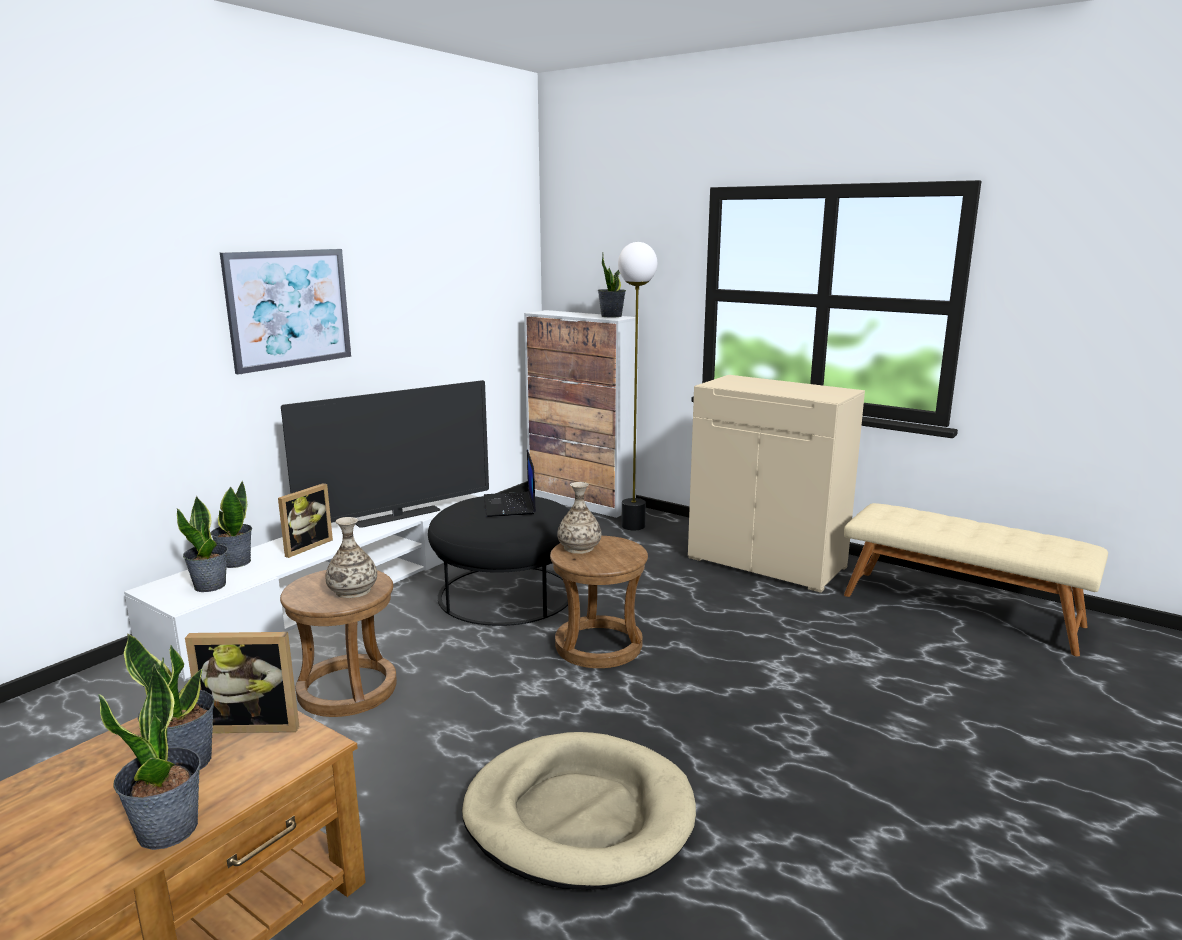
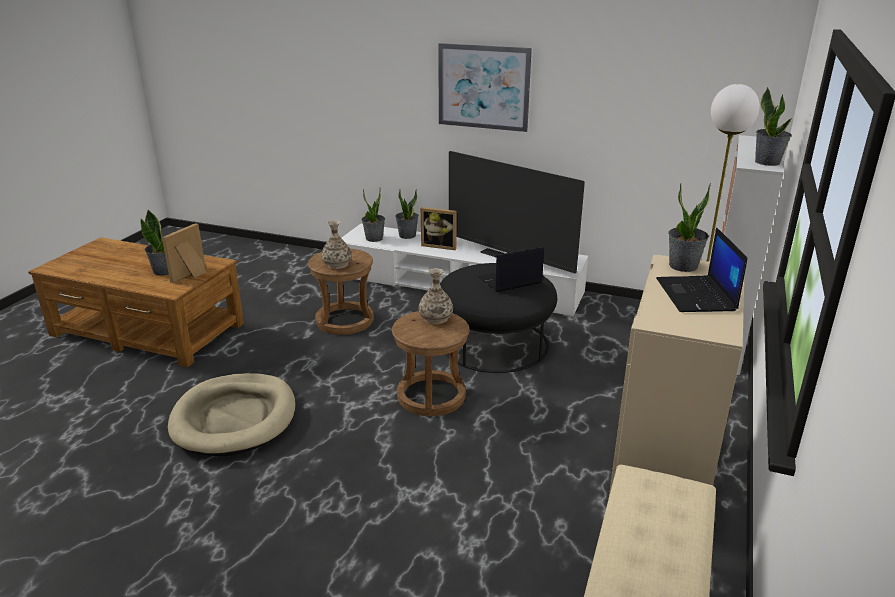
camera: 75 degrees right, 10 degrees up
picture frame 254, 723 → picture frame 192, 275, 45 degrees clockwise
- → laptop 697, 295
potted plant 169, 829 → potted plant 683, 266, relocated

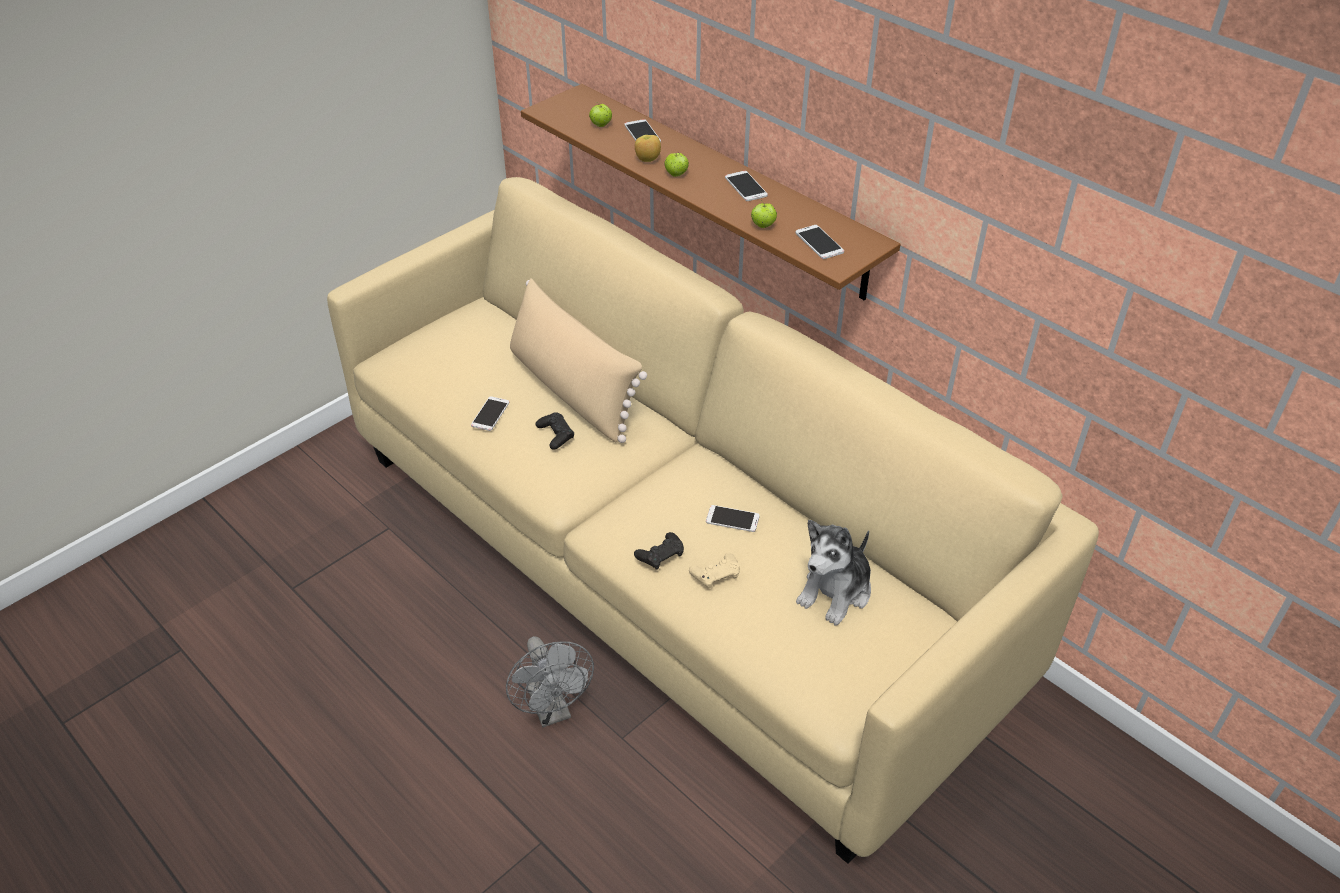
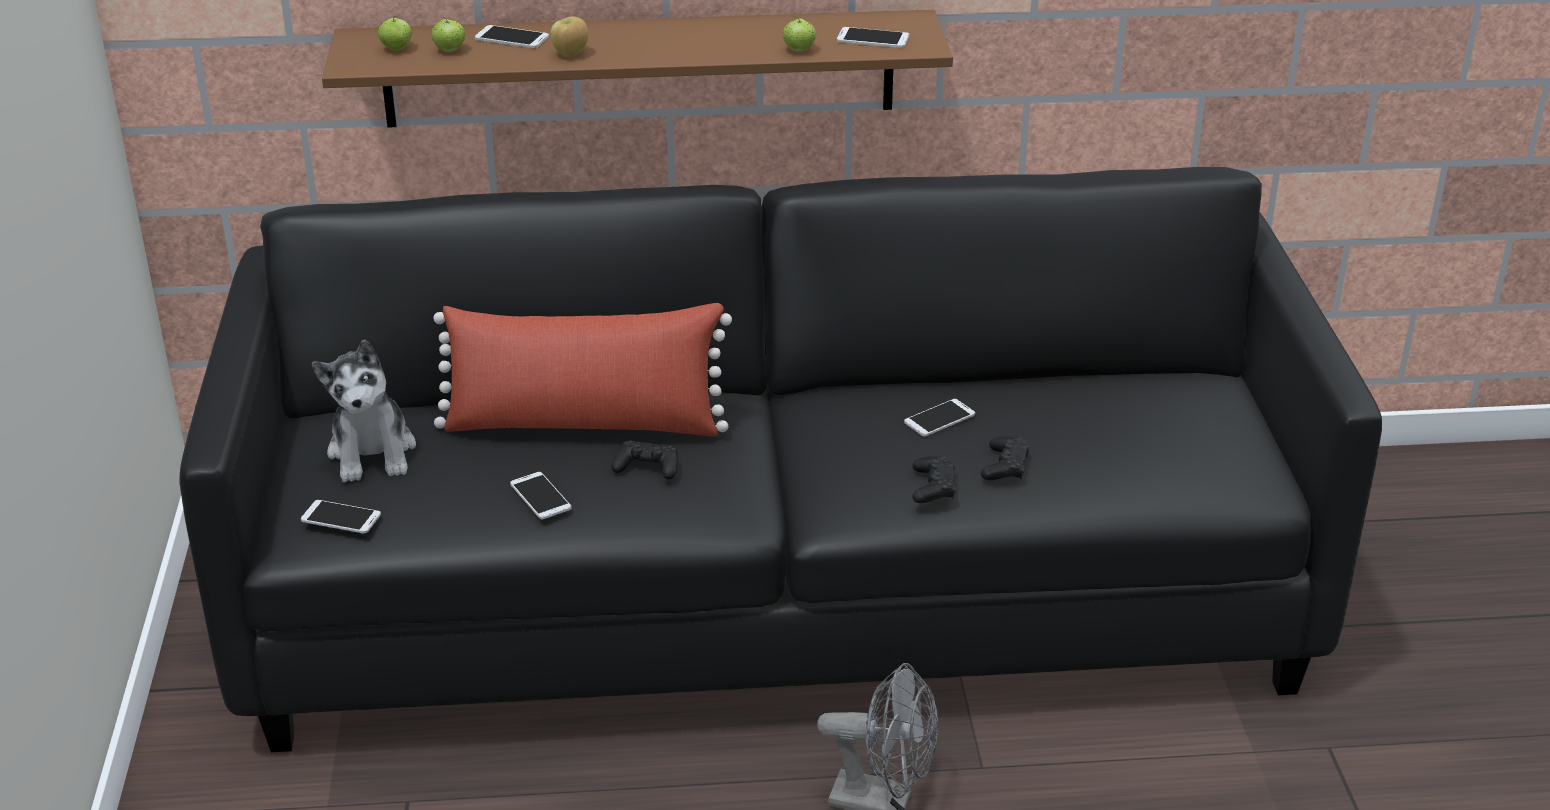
camera: 50 degrees left, 10 degrees down
sofa (beige) 671, 562 → sofa (black) 776, 598
phone 746, 186 → phone 341, 517, relocated
plush toy 836, 592 → plush toy 372, 452, relocated
apple 676, 174 → apple 396, 49, relocated
pillow (beige) 572, 390 → pillow (red) 584, 424
game controller (beige) 716, 574 → game controller (black) 1005, 466

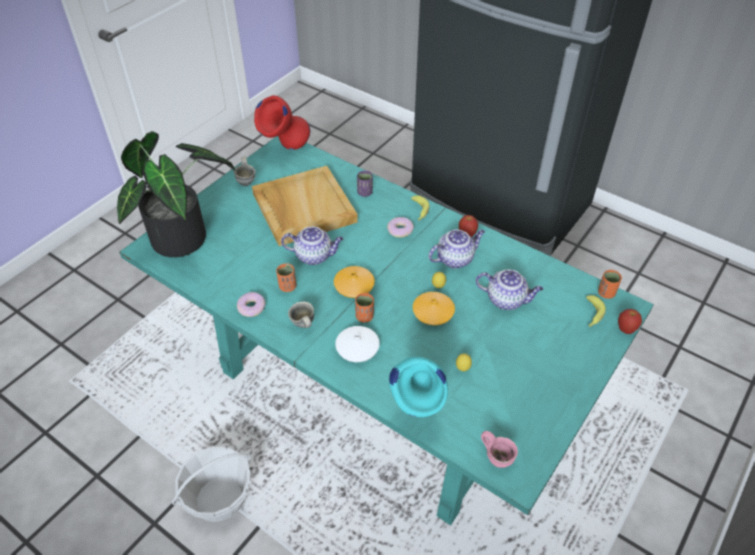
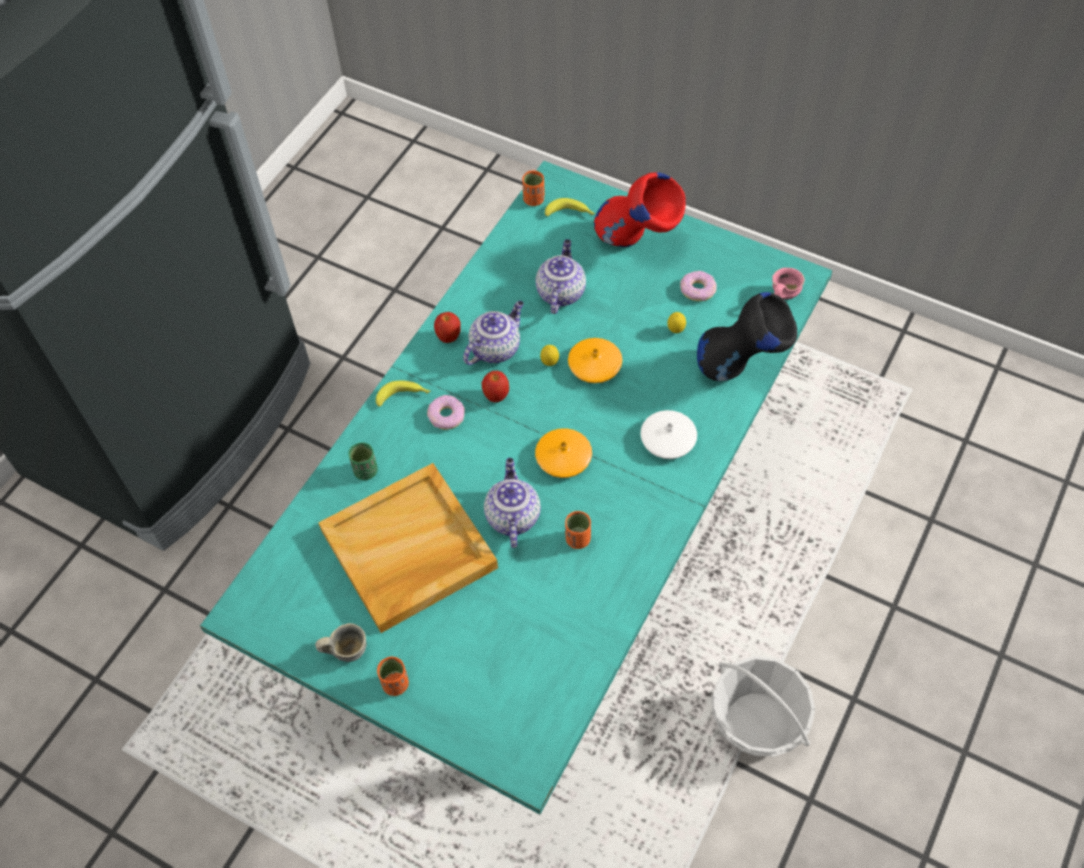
camera: 95 degrees left, 10 degrees up
cup (purple) 365, 192 → cup (green) 366, 471
cup (orange) 364, 316 → cup (orange) 395, 684, relocated
teapot 455, 258 → teapot 495, 348, 75 degrees clockwise
apple 625, 330 → apple 496, 396, relocated
vase (red) 285, 150 → vase (red) 638, 244, relocated
donut 252, 307 → donut 697, 290, relocated
vase (turquoise) 419, 409 → vase (black) 741, 368
potted plant 186, 239 → -
mug (grey) 302, 325 → -

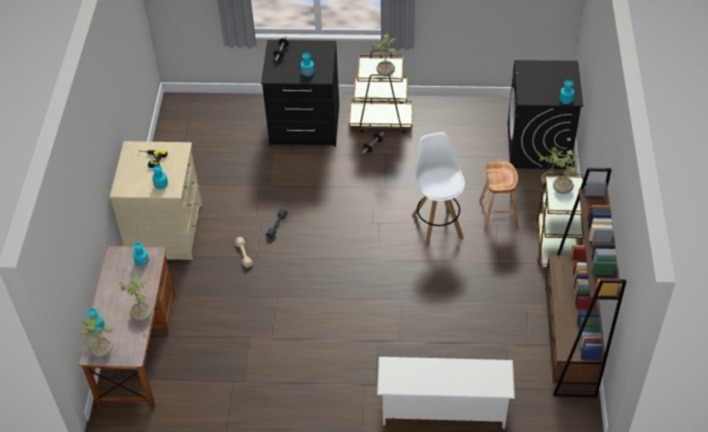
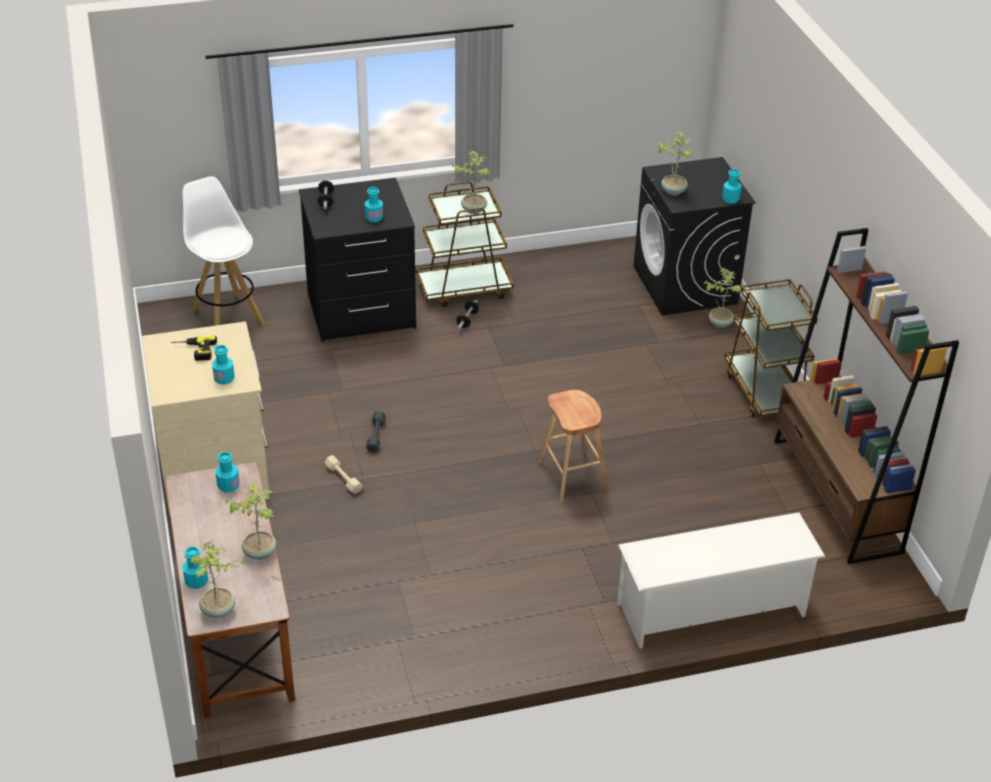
camera: 20 degrees left, 10 degrees down
stool (white) 437, 225 → stool (white) 227, 316, relocated
stool (brown) 498, 214 → stool (brown) 572, 476, relocated
potted plant 562, 189 → potted plant 673, 191, relocated

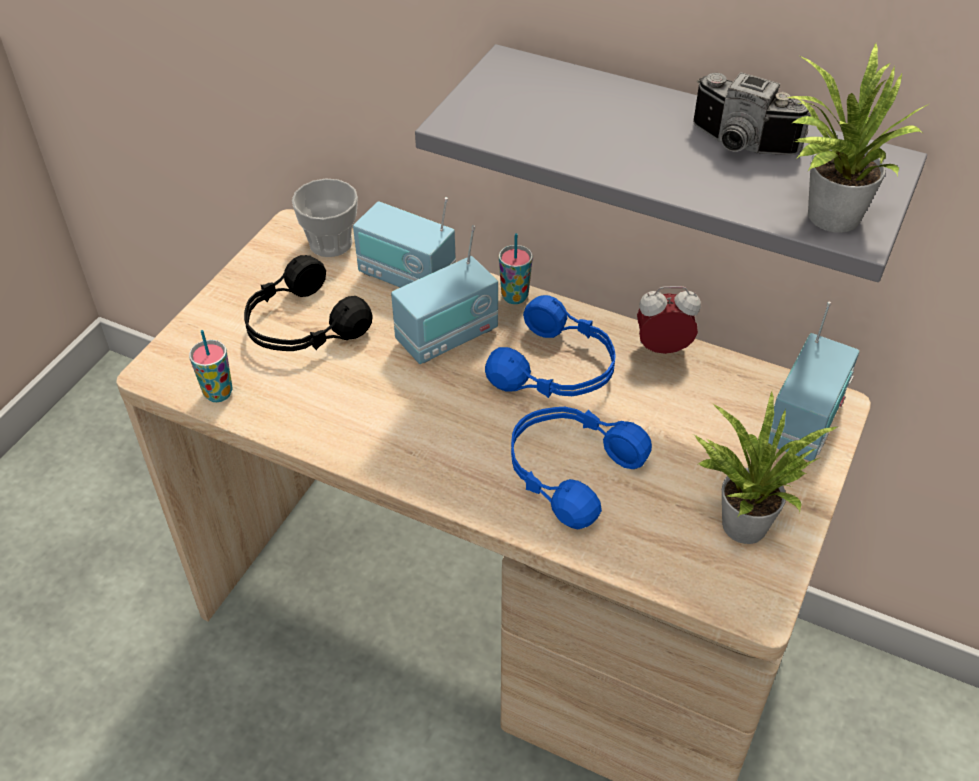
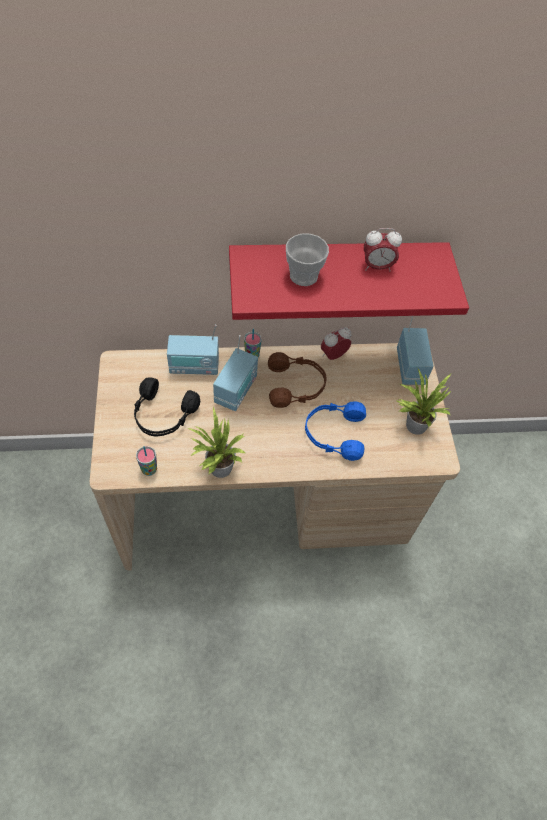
camera: 35 degrees left, 10 degrees up
potted plant 826, 215 → potted plant 217, 469, relocated
shelf (grey) 688, 159 → shelf (red) 335, 271
headphones (blue) 557, 369 → headphones (brown) 296, 386
cup 330, 243 → cup 303, 276, relocated
photo camera 739, 146 → alarm clock 377, 267

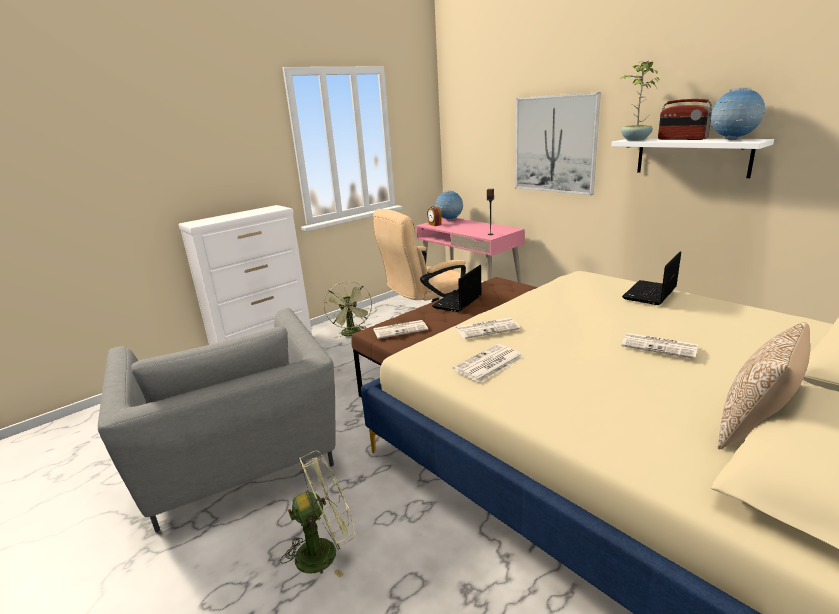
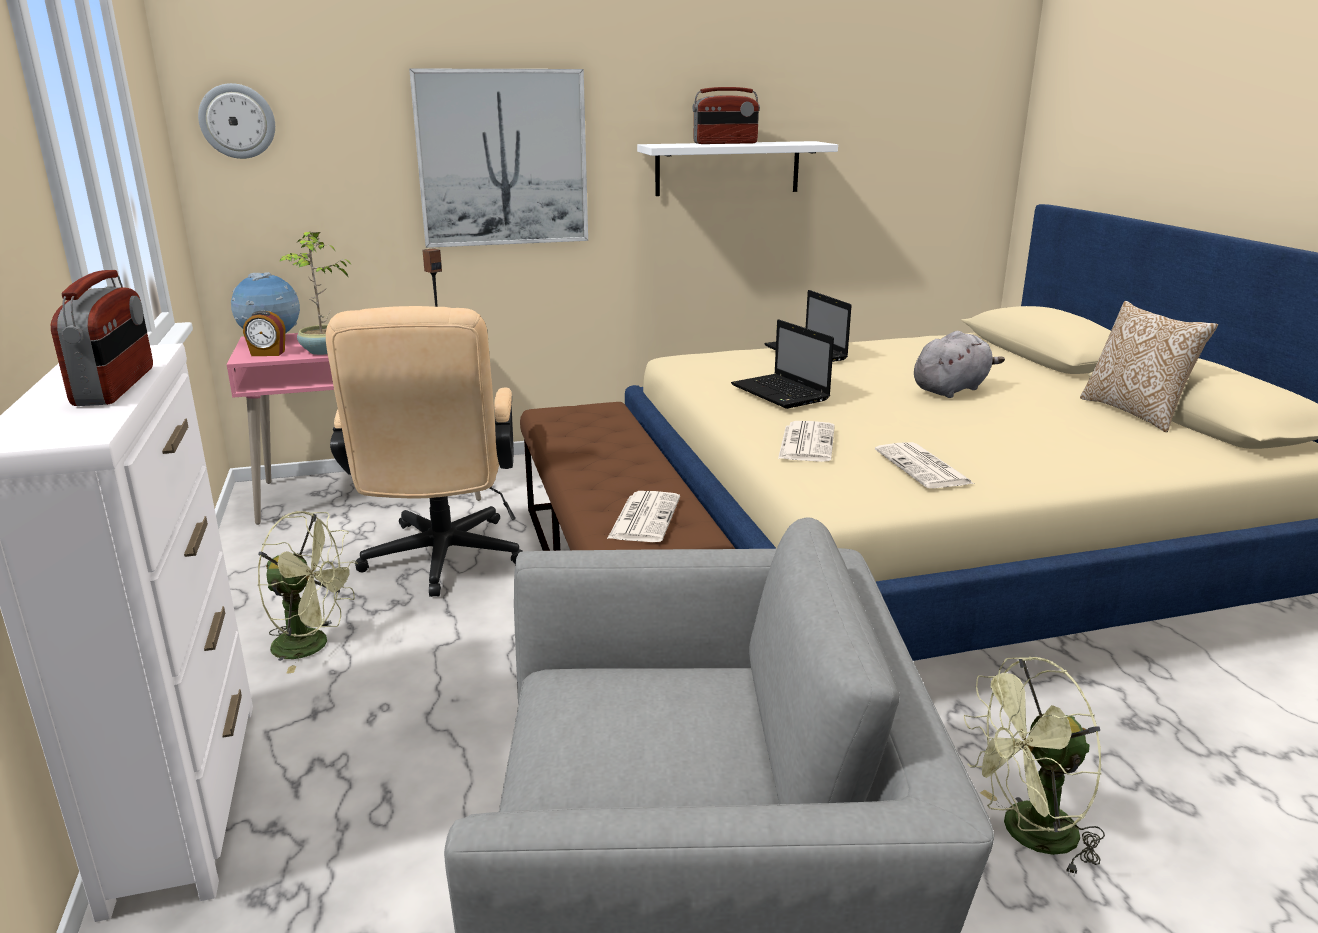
camera: 65 degrees left, 0 degrees up
- → radio 116, 386
- → wall clock 237, 121
potted plant 635, 140 → potted plant 324, 351, relocated
laptop 457, 302 → laptop 781, 393, relocated
newspaper 660, 346 → plush toy (grey) 951, 389
fan (green) 325, 550 → fan (green) 1027, 835, 105 degrees counterclockwise
globe 732, 140 → -

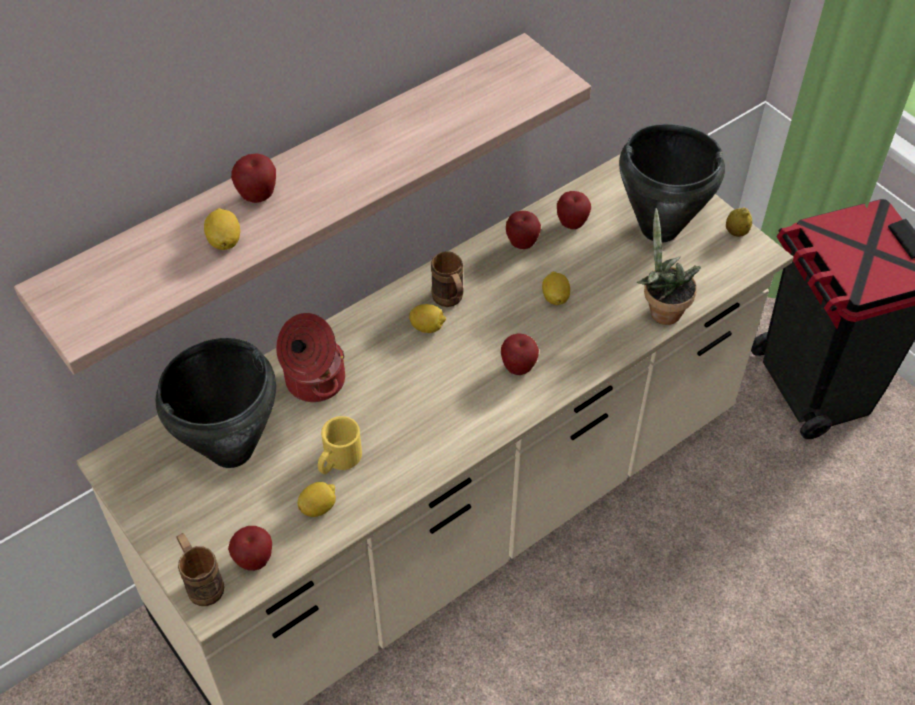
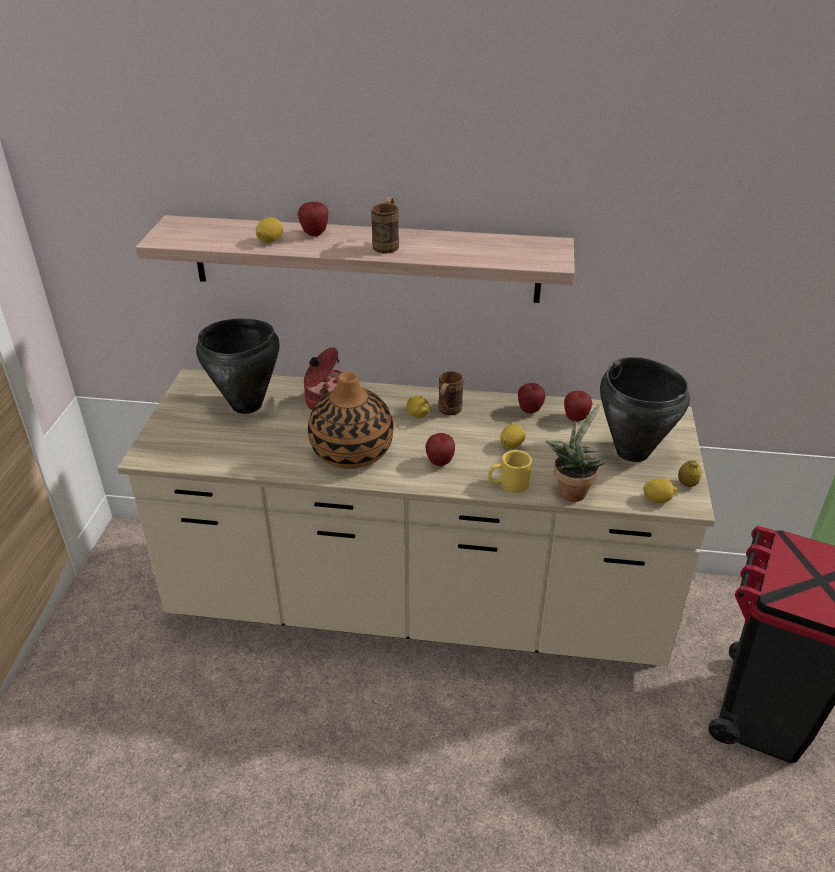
camera: 45 degrees right, 15 degrees down
- → vase 351, 451
mug (brown) 201, 582 → mug (brown) 387, 244, relocated
mug (yellow) 338, 460 → mug (yellow) 508, 484, relocated
lemon 318, 507 → lemon 657, 499, relocated
apple 254, 560 → -

